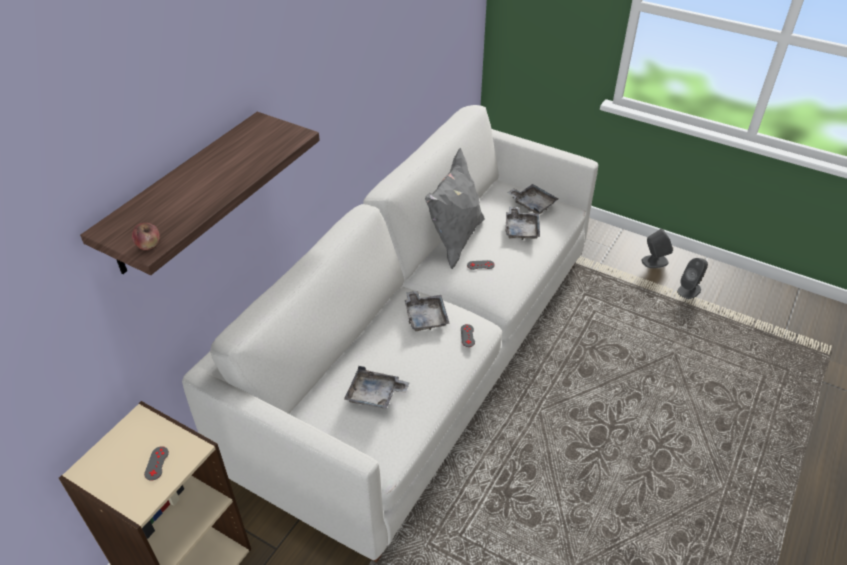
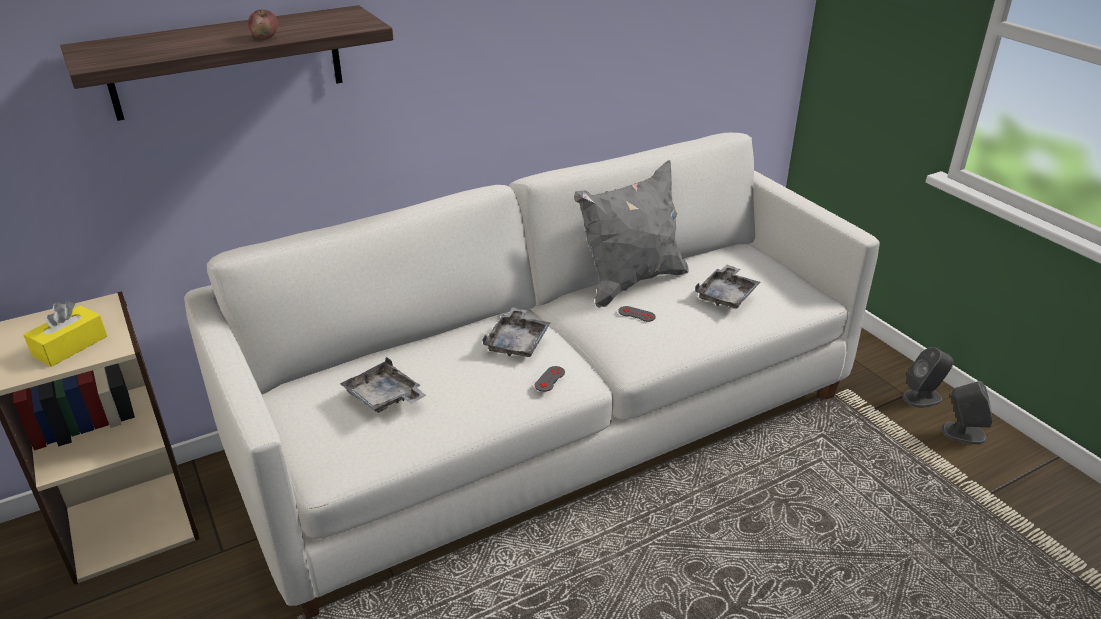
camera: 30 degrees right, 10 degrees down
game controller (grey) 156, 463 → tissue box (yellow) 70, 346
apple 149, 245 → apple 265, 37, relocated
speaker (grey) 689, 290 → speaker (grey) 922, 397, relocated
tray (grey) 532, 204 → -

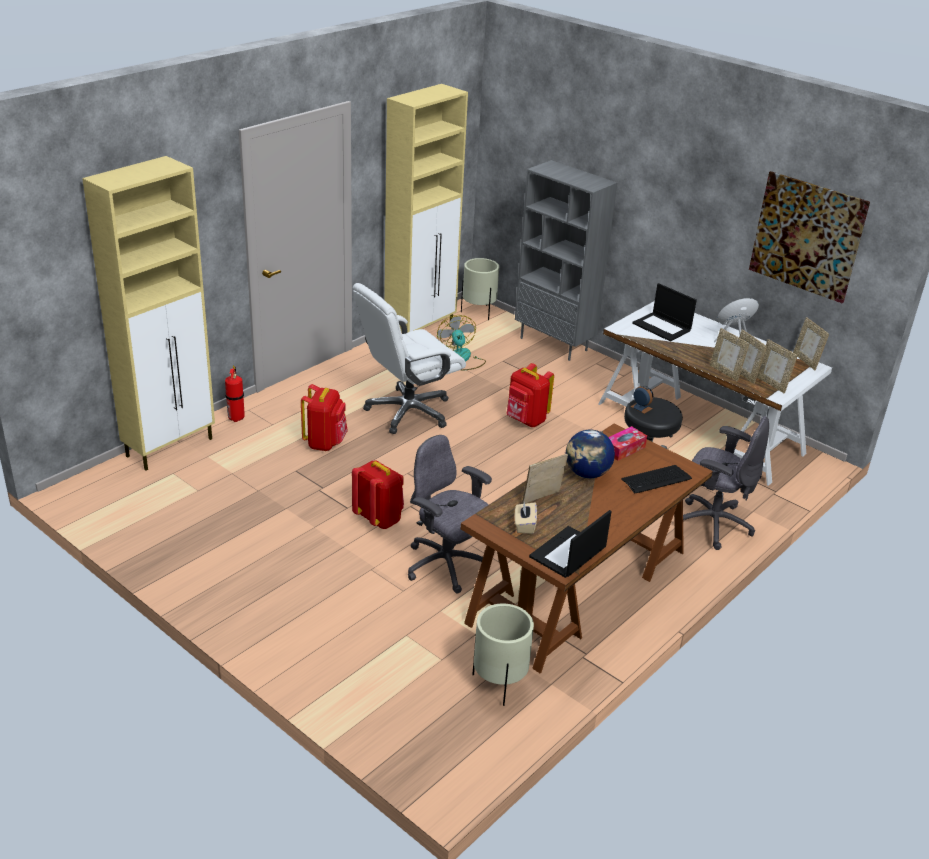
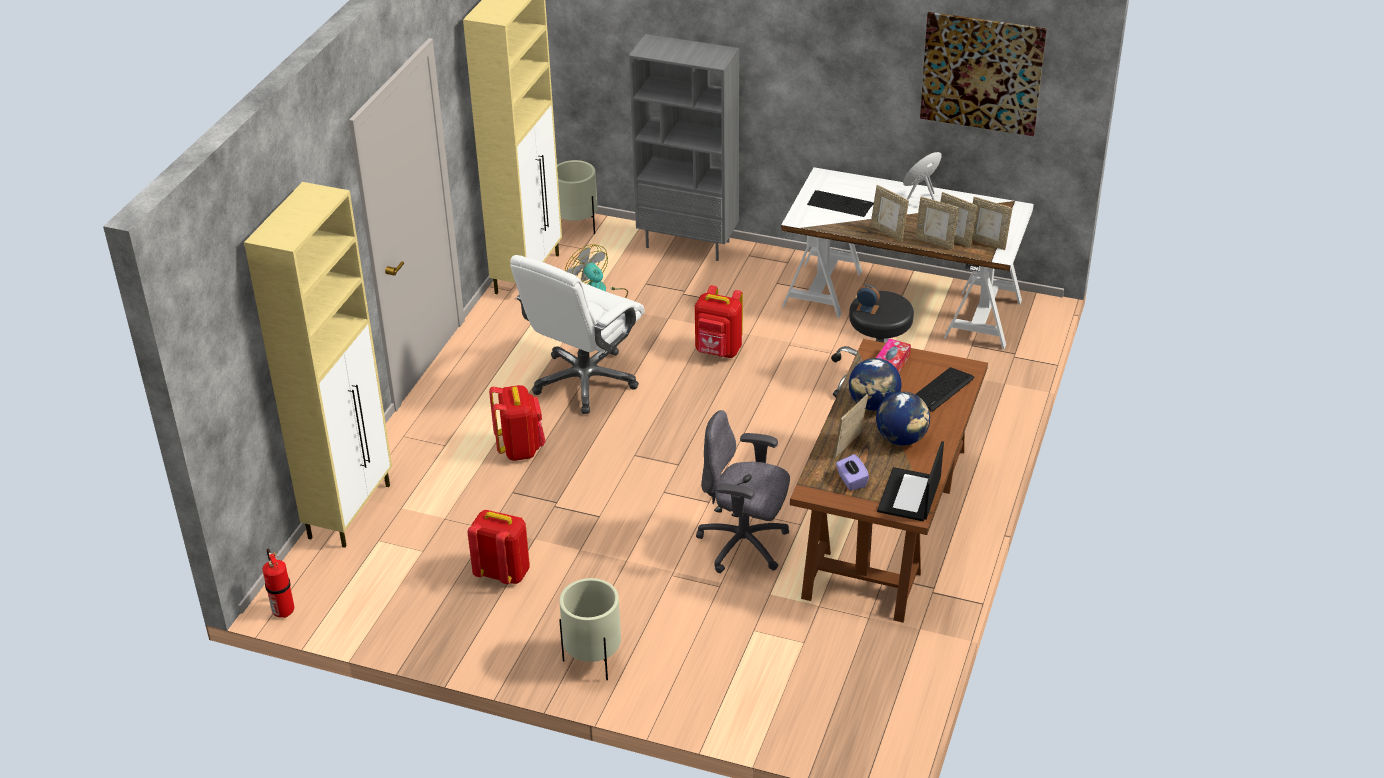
camera: 20 degrees left, 5 degrees up
fire extinguisher 236, 417 → fire extinguisher 283, 610, relocated
backpack (red) 379, 519 → backpack (red) 503, 573, relocated
planter (beige) 499, 683 → planter (beige) 593, 660, relocated
laptop 662, 327 → keyboard 840, 204
tissue box (beige) 524, 525 → tissue box (purple) 851, 481
picture frame 806, 361 → picture frame 888, 232, relocated
- → globe 901, 439
office chair (grey) 712, 523 → -

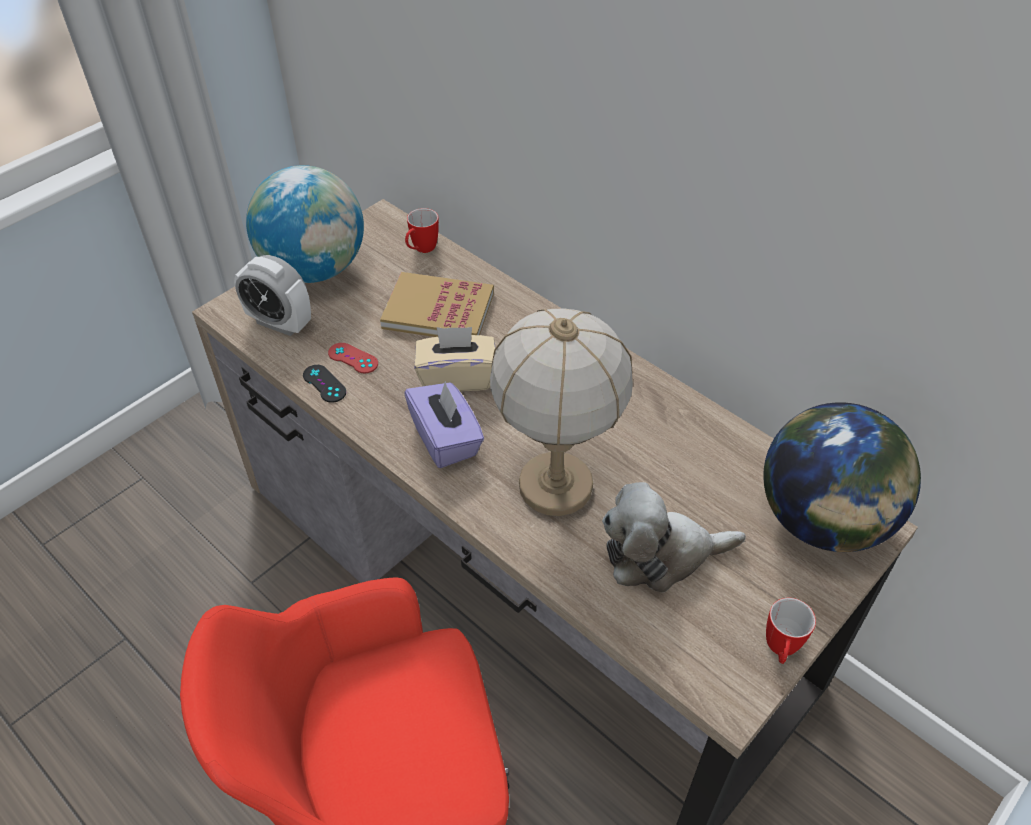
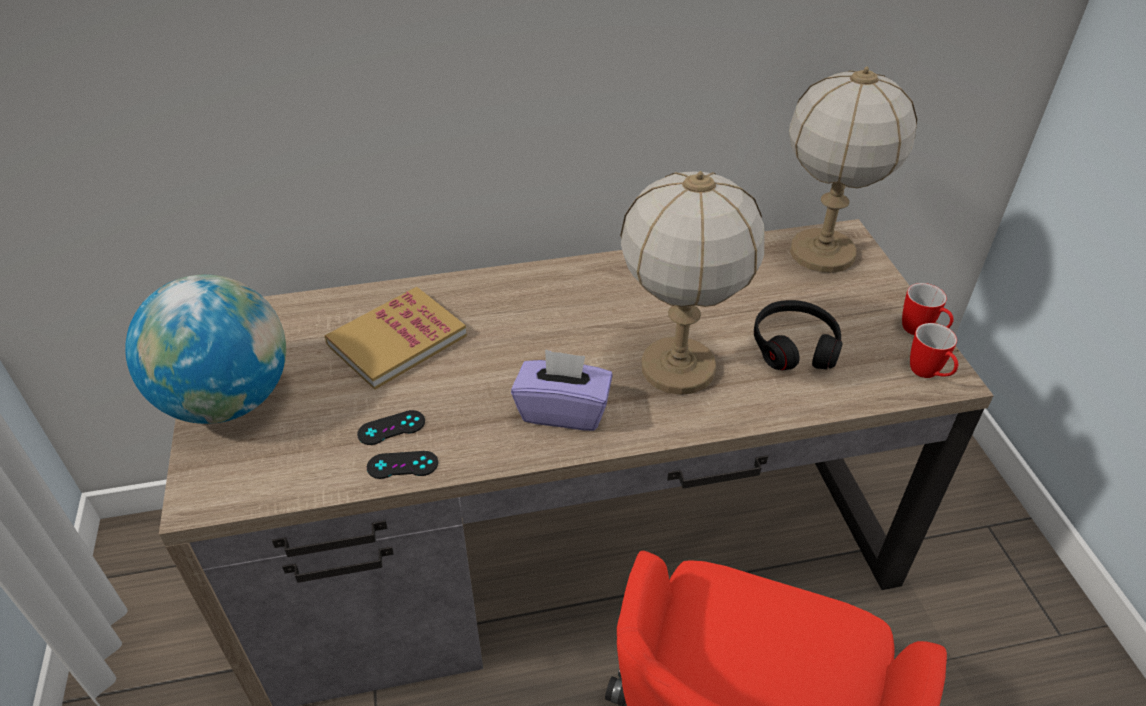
camera: 55 degrees left, 5 degrees down
game controller (red) 353, 358 → game controller (black) 391, 428
plush toy 660, 554 → headphones (black) 794, 345
globe 823, 520 → table lamp 823, 253
mug 421, 250 → mug 928, 374, relocated
alarm clock 280, 323 → -
tissue box (beige) 457, 377 → -

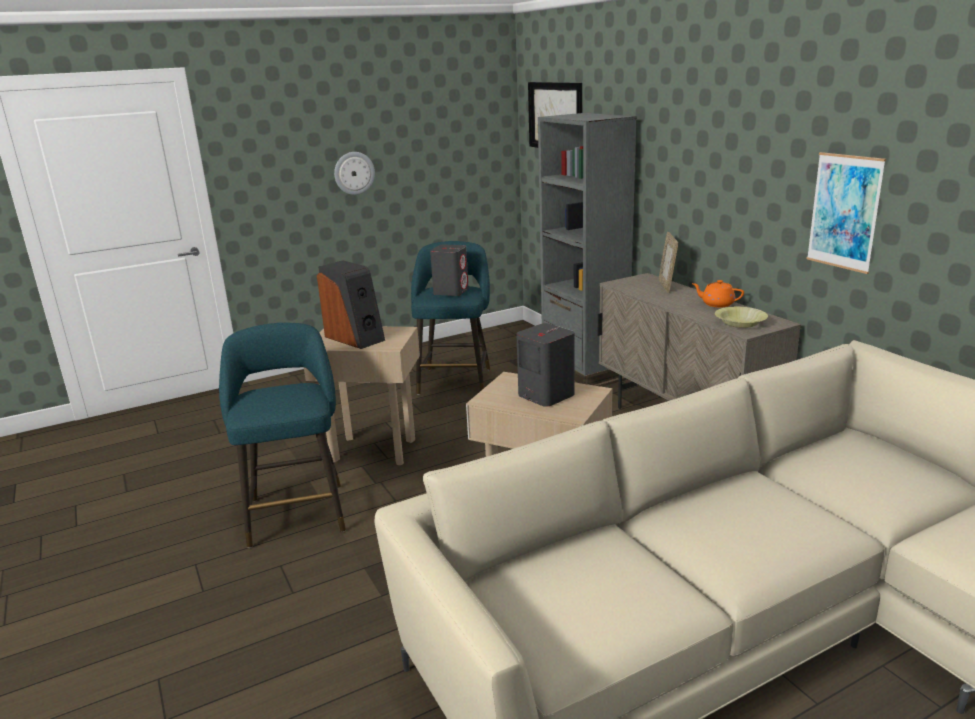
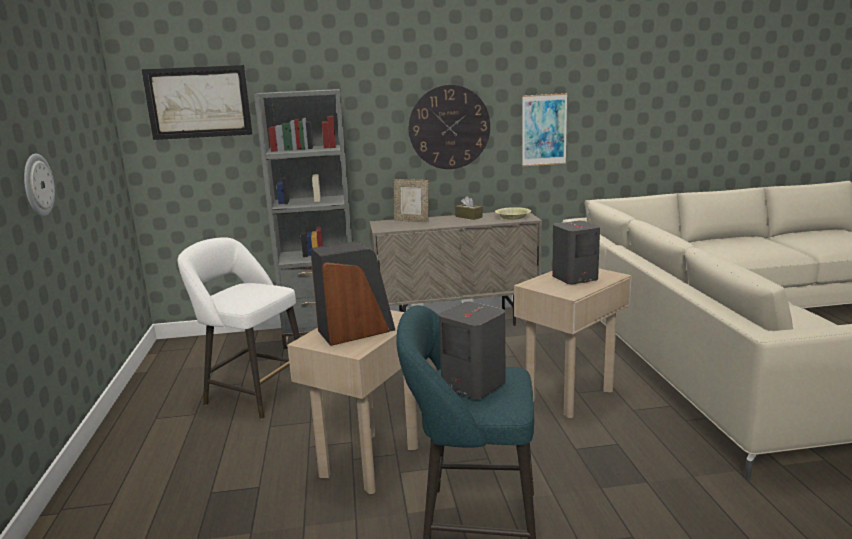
camera: 70 degrees left, 5 degrees down
stool (turquoise) 455, 379 → stool (white) 253, 393
- → wall clock 449, 127
speaker (grey) 451, 291 → speaker (grey) 472, 384, relocated
teapot (orange) 717, 304 → tissue box (brown) 468, 217

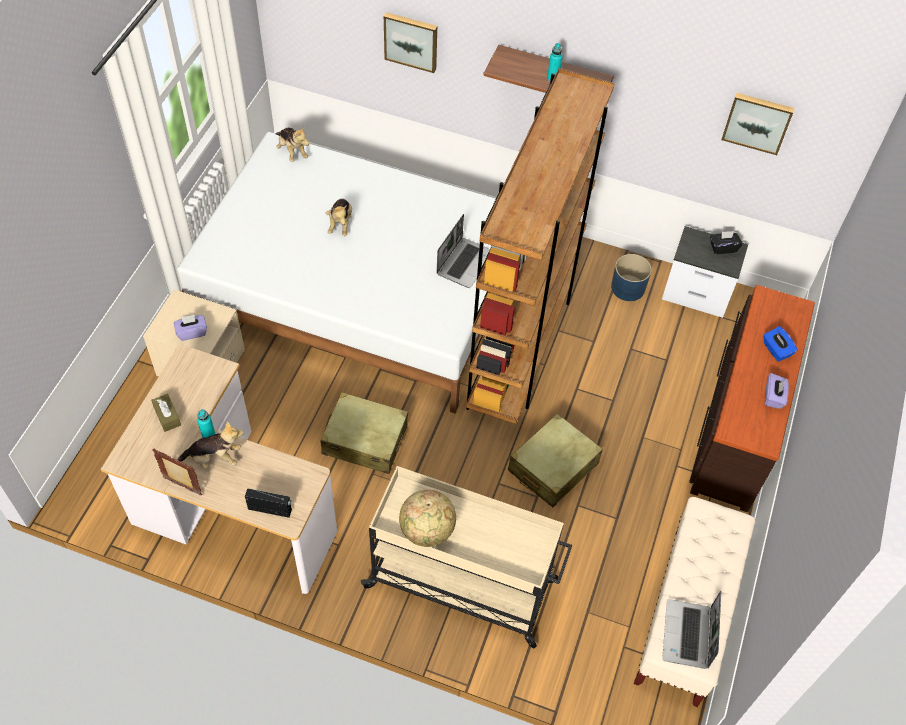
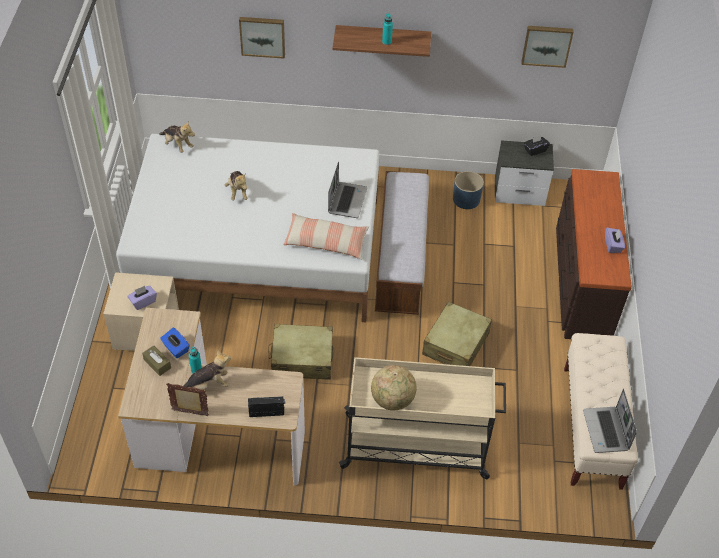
camera: 15 degrees left, 5 degrees down
tissue box (blue) 776, 350 → tissue box (blue) 175, 348, relocated
- → pillow 326, 242
bookcase (brown) 522, 345 → bench 400, 259

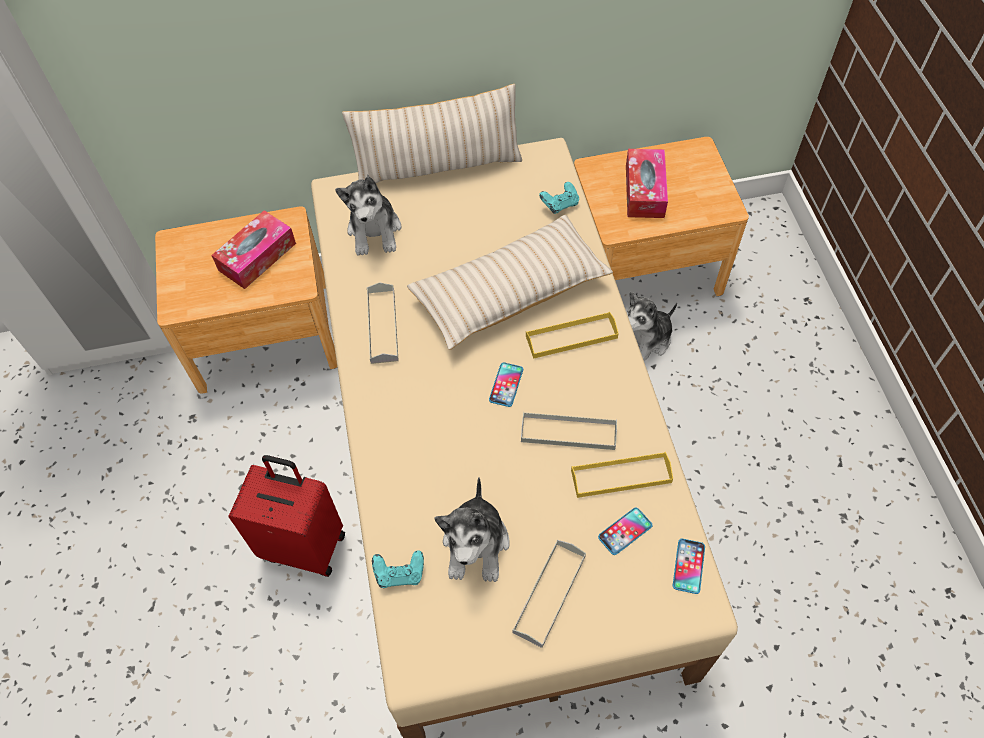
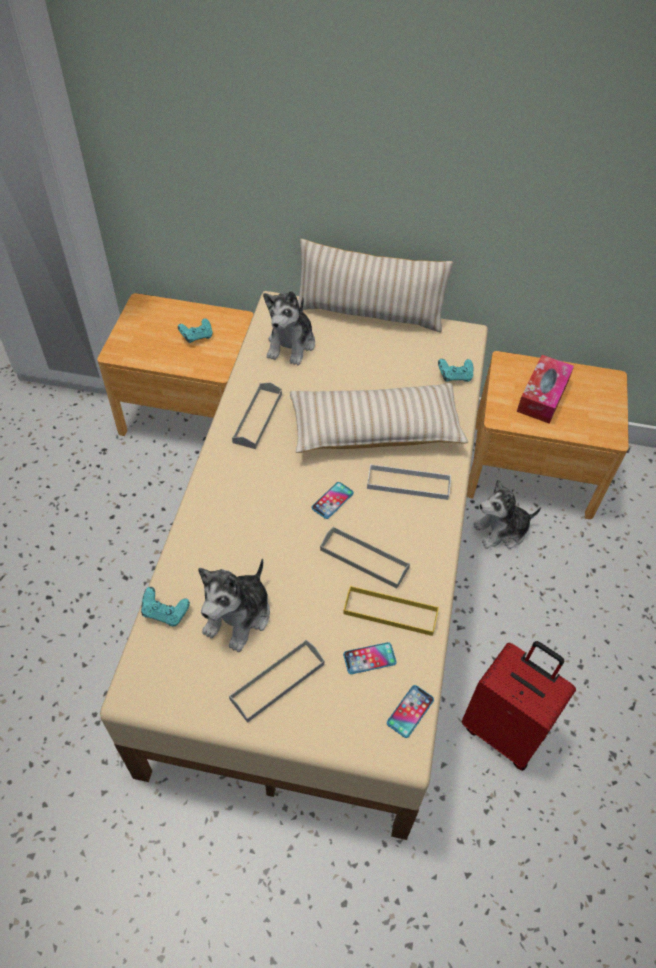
camera: 20 degrees right, 5 degrees down
tissue box 257, 257 → game controller (turquoise) 197, 337
tray (yellow) 571, 337 → tray (white) 408, 484
suitcase (red) 305, 545 → suitcase (red) 504, 730, relocated

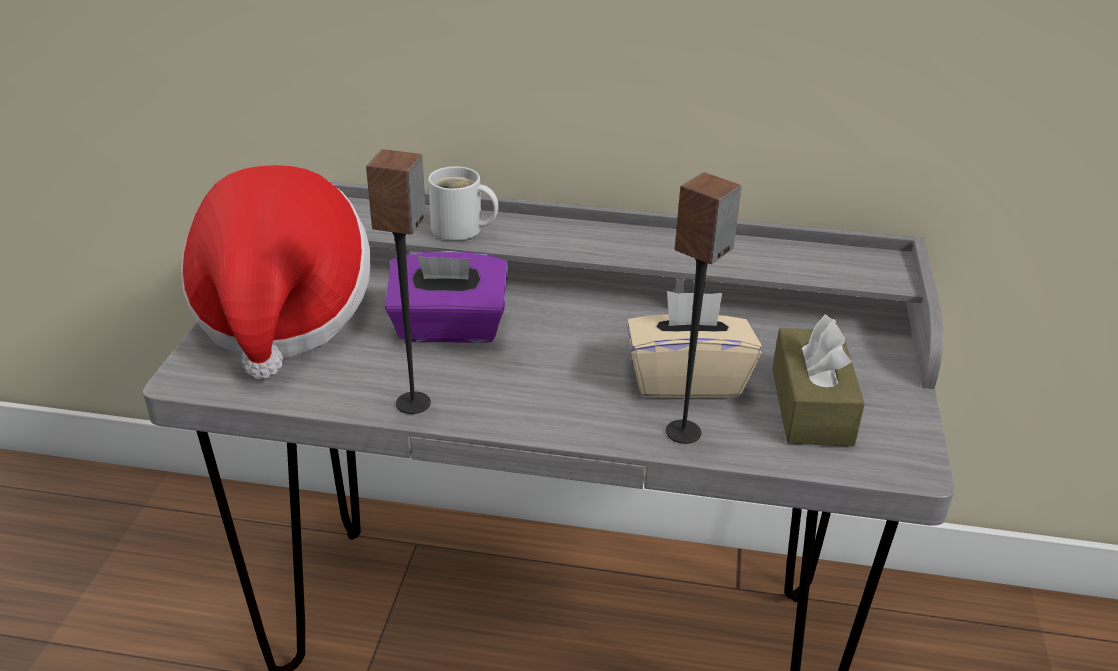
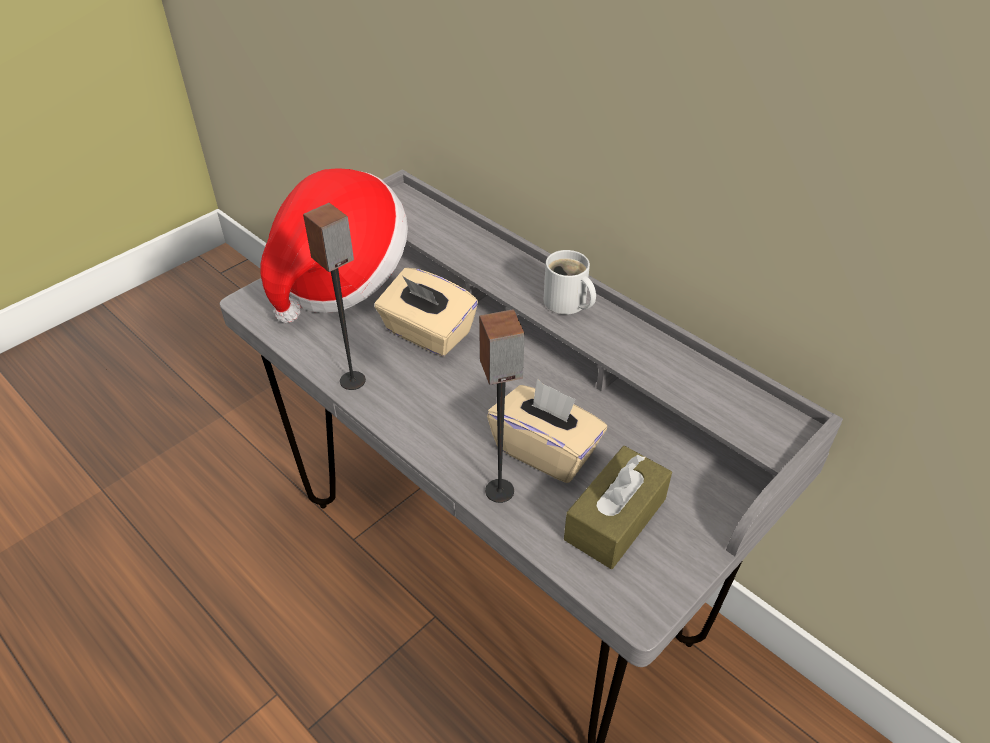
camera: 35 degrees right, 10 degrees up
tissue box (purple) 449, 328 → tissue box (beige) 427, 333
mug (white) 461, 230 → mug (white) 567, 304, relocated

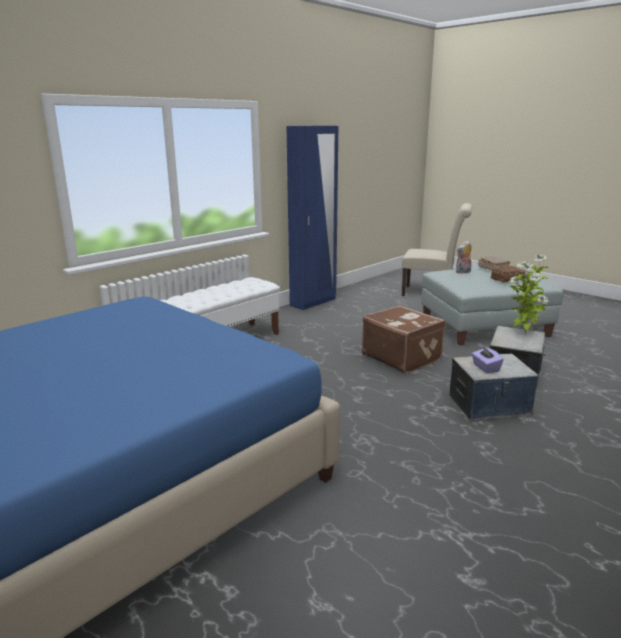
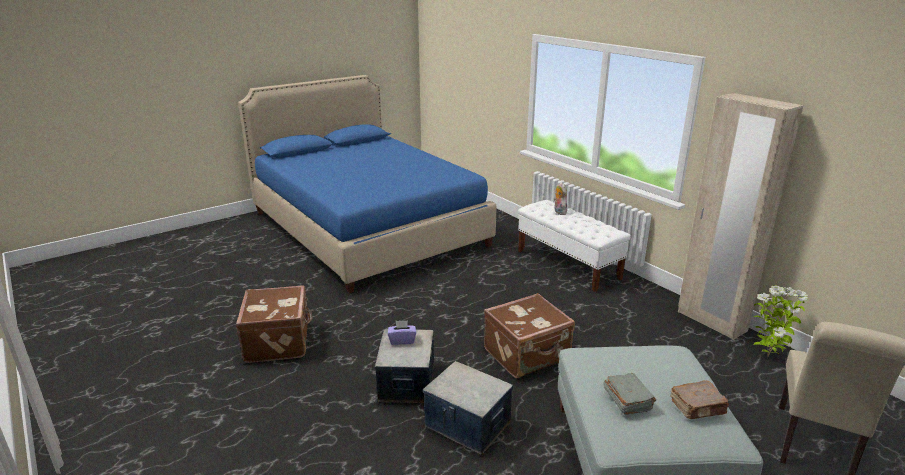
camera: 100 degrees right, 5 degrees up
- → suitcase (brown) 279, 341
plush toy 463, 272 → plush toy 559, 212, relocated
book (brown) 506, 279 → book (grey) 627, 400
wardrobe (blue) 313, 302 → wardrobe (beige) 711, 321
potted plant 523, 334 → potted plant 768, 356, relocated

